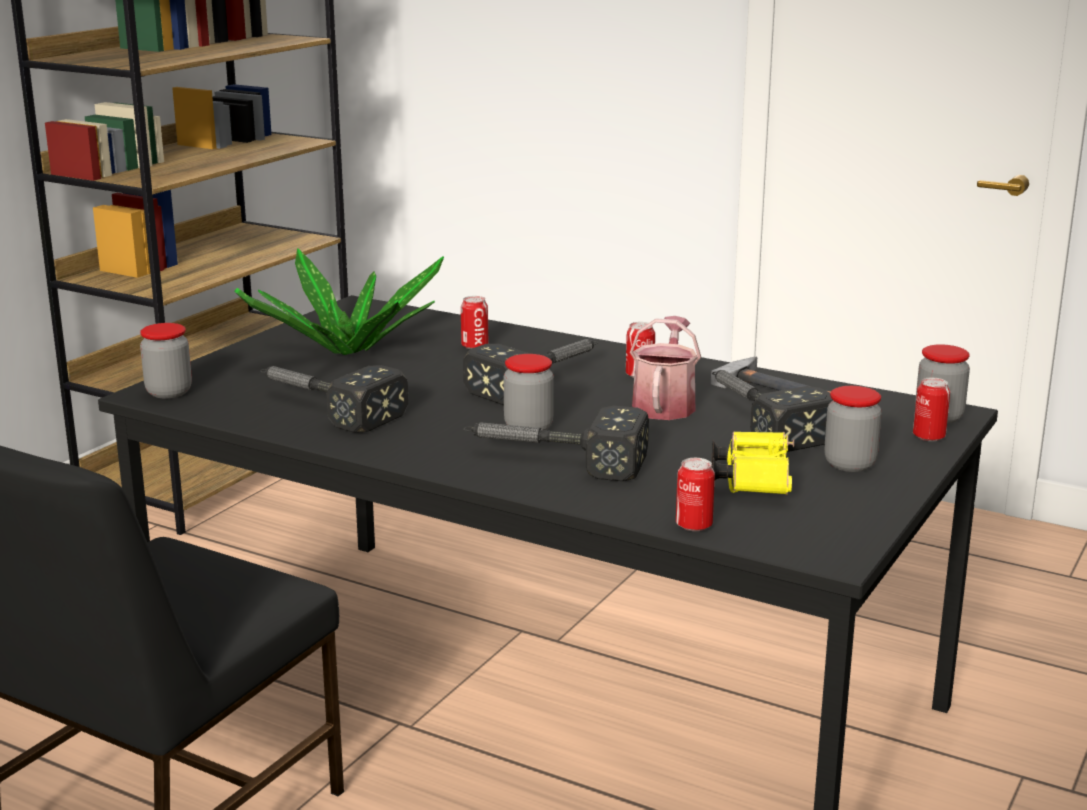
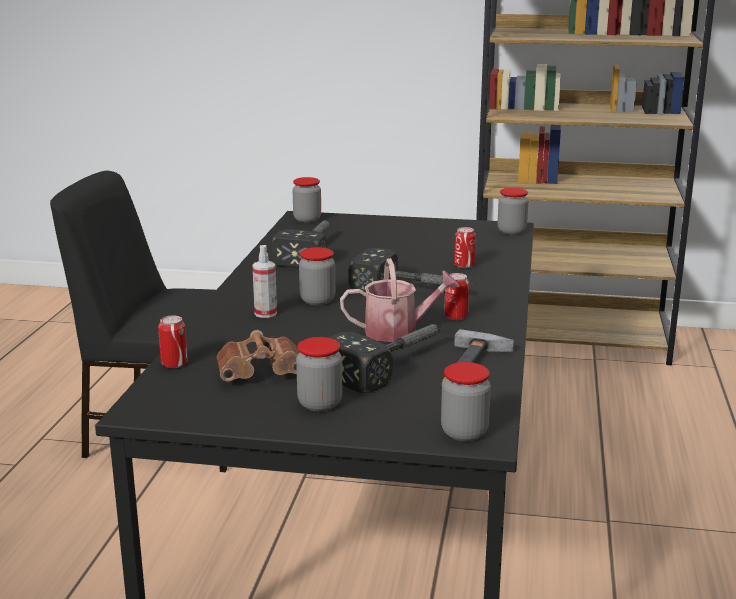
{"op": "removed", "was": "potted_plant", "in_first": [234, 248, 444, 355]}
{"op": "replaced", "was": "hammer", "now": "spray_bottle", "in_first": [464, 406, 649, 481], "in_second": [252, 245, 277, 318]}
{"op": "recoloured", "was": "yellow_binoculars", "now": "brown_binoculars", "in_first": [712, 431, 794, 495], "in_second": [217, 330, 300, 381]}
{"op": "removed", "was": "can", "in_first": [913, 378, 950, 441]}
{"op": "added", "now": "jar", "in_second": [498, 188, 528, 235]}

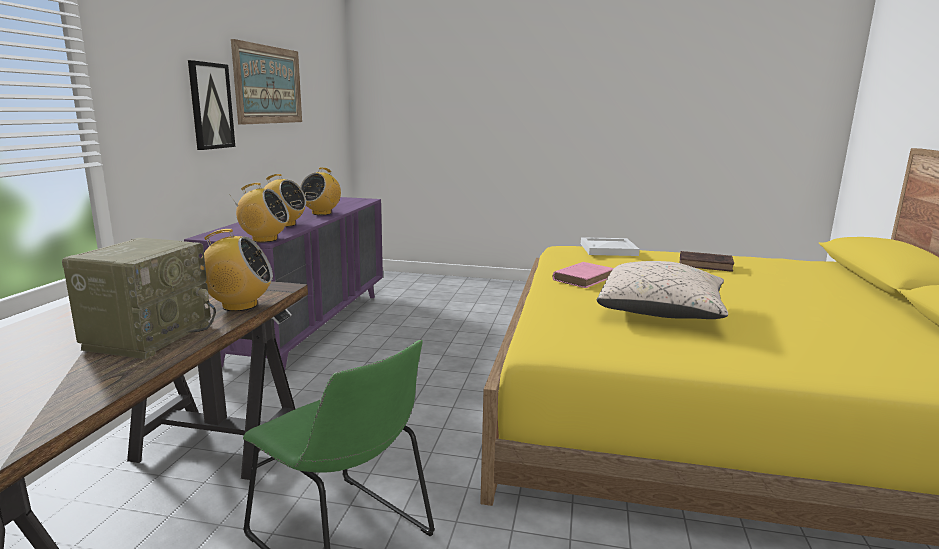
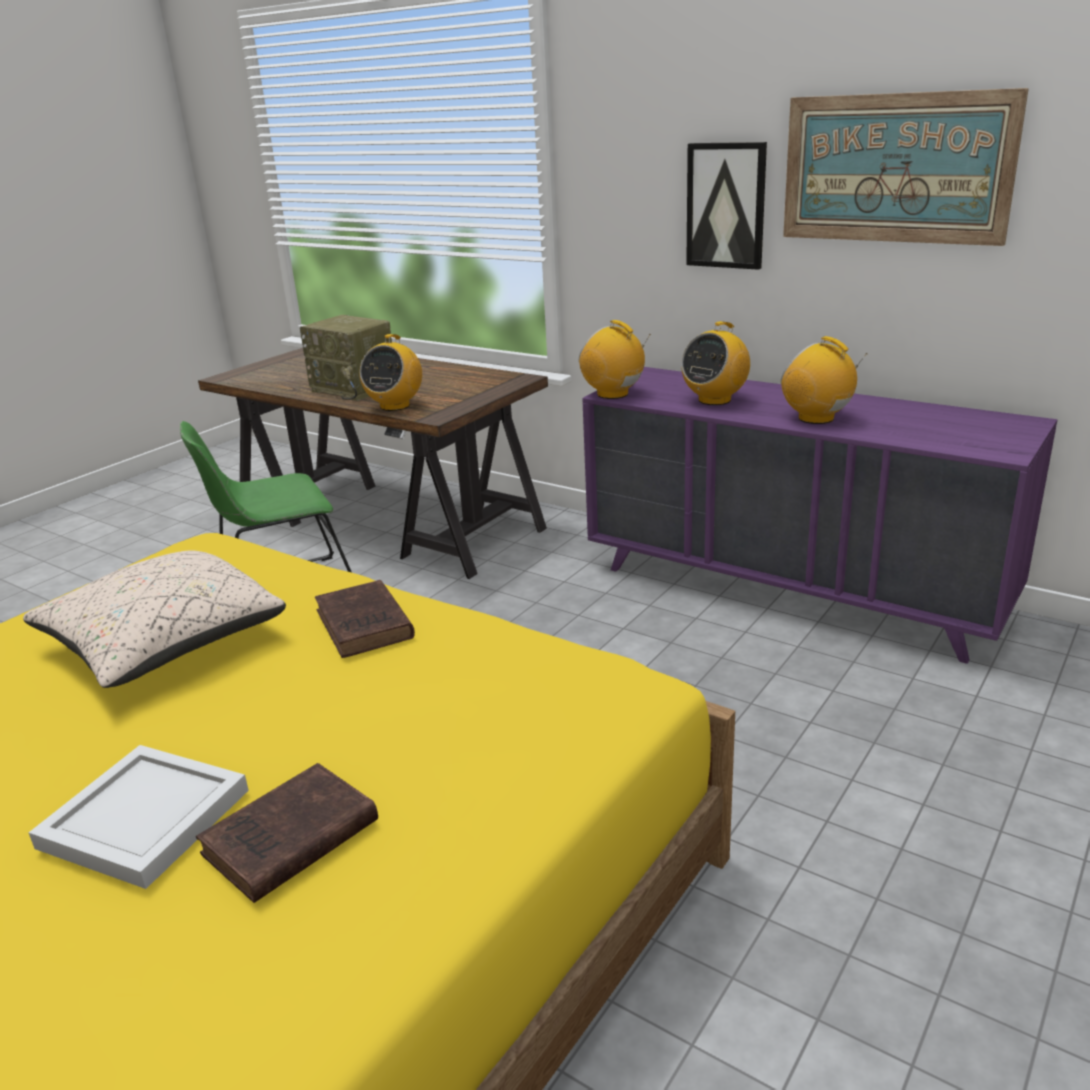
{"op": "turned", "was": "radio", "in_first": [231, 183, 289, 242], "in_second": [579, 320, 651, 399], "clockwise": 105}
{"op": "recoloured", "was": "pink_book", "now": "brown_book", "in_first": [553, 262, 614, 288], "in_second": [315, 580, 415, 658]}
{"op": "moved", "was": "white_tray", "in_first": [581, 237, 640, 256], "in_second": [29, 745, 249, 889]}

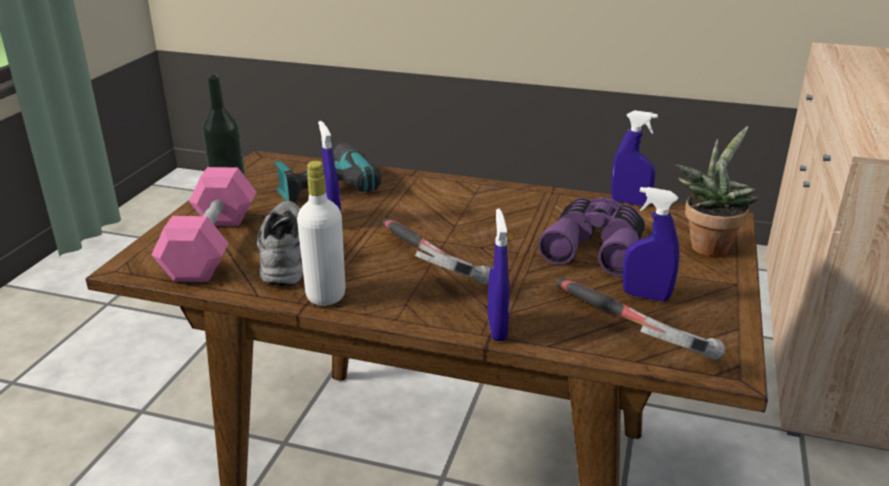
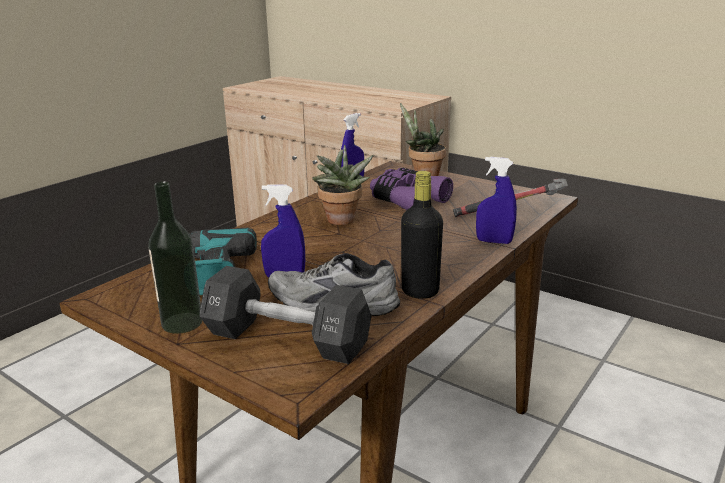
{"op": "recoloured", "was": "pink_dumbbell", "now": "black_dumbbell", "in_first": [151, 167, 256, 282], "in_second": [199, 266, 372, 364]}
{"op": "recoloured", "was": "white_bottle", "now": "black_bottle", "in_first": [297, 161, 345, 306], "in_second": [401, 171, 443, 299]}
{"op": "removed", "was": "hammer", "in_first": [382, 218, 491, 284]}
{"op": "removed", "was": "blue_spray_bottle", "in_first": [622, 187, 679, 302]}
{"op": "added", "now": "potted_plant", "in_second": [312, 145, 374, 225]}

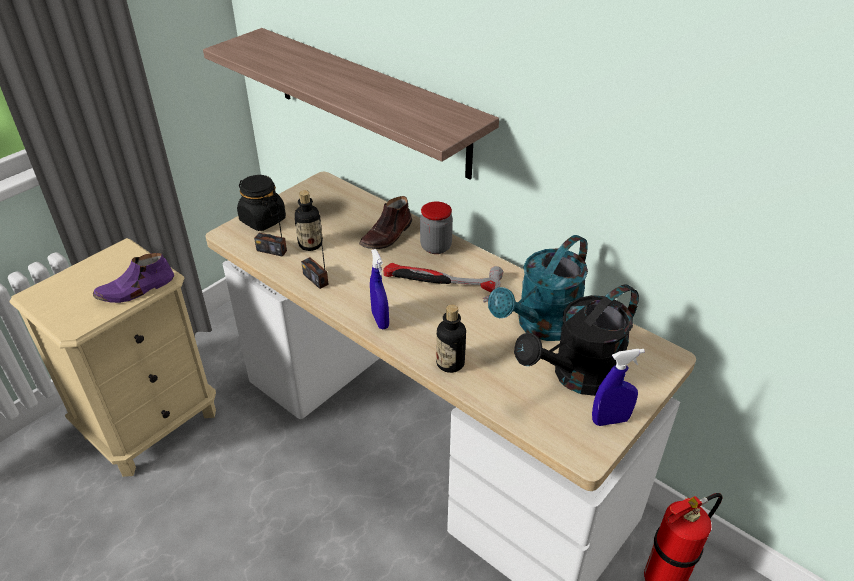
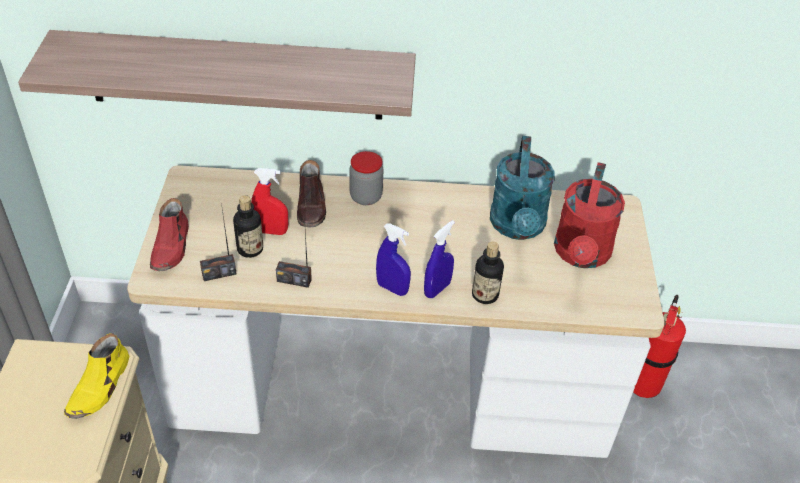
{"op": "recoloured", "was": "purple_shoe", "now": "yellow_shoe", "in_first": [93, 253, 174, 303], "in_second": [64, 333, 130, 419]}
{"op": "replaced", "was": "black_jar", "now": "red_shoe", "in_first": [237, 175, 286, 231], "in_second": [150, 198, 189, 271]}
{"op": "removed", "was": "hammer", "in_first": [383, 263, 503, 303]}
{"op": "recoloured", "was": "black_watering_can", "now": "red_watering_can", "in_first": [514, 284, 639, 396], "in_second": [554, 162, 625, 268]}
{"op": "moved", "was": "blue_spray_bottle", "in_first": [592, 349, 645, 426], "in_second": [424, 220, 455, 298]}
{"op": "added", "now": "red_spray_bottle", "in_second": [251, 168, 288, 235]}

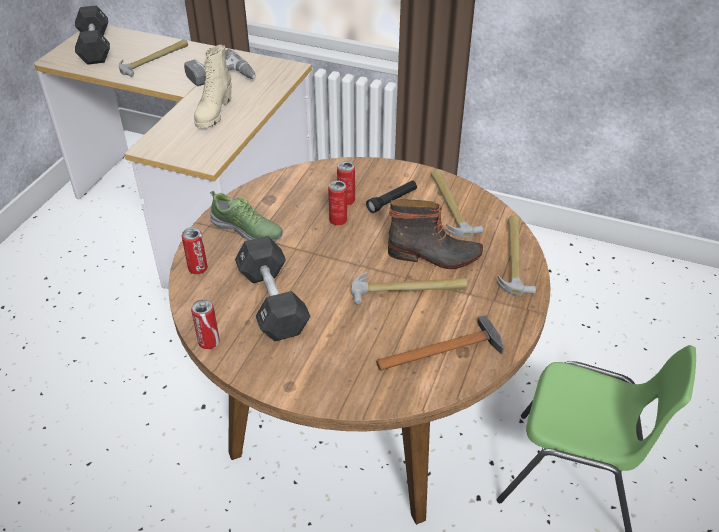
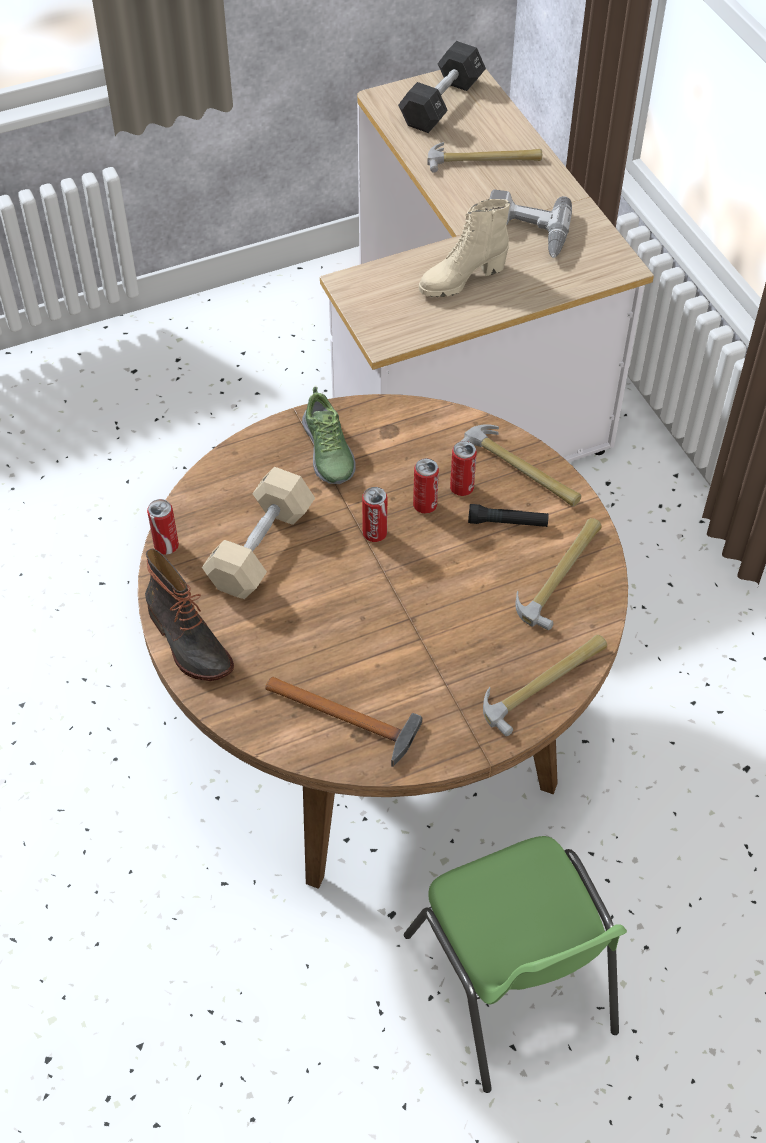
{"op": "moved", "was": "can", "in_first": [181, 227, 208, 274], "in_second": [362, 487, 387, 542]}
{"op": "recoloured", "was": "black_dumbbell", "now": "beige_dumbbell", "in_first": [235, 236, 311, 341], "in_second": [202, 467, 315, 599]}
{"op": "moved", "was": "hammer", "in_first": [351, 272, 468, 304], "in_second": [461, 424, 581, 506]}
{"op": "moved", "was": "boot", "in_first": [388, 199, 483, 269], "in_second": [145, 548, 234, 681]}

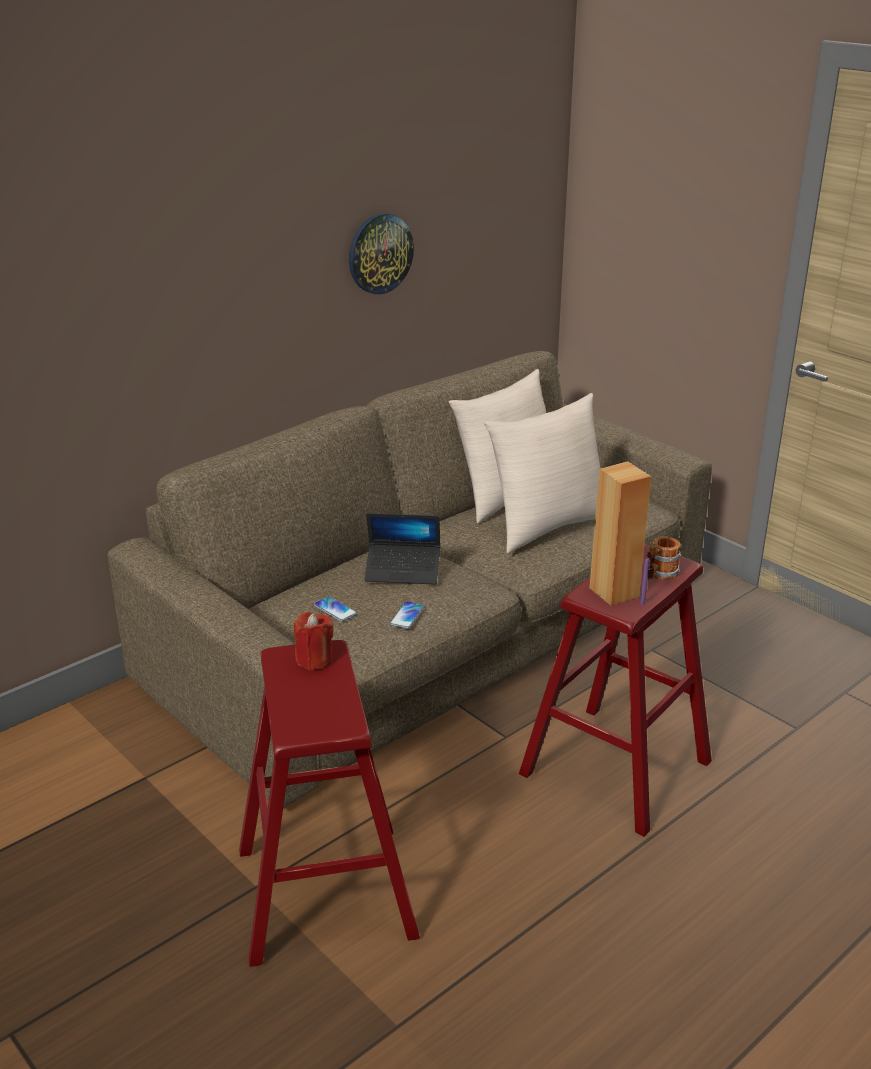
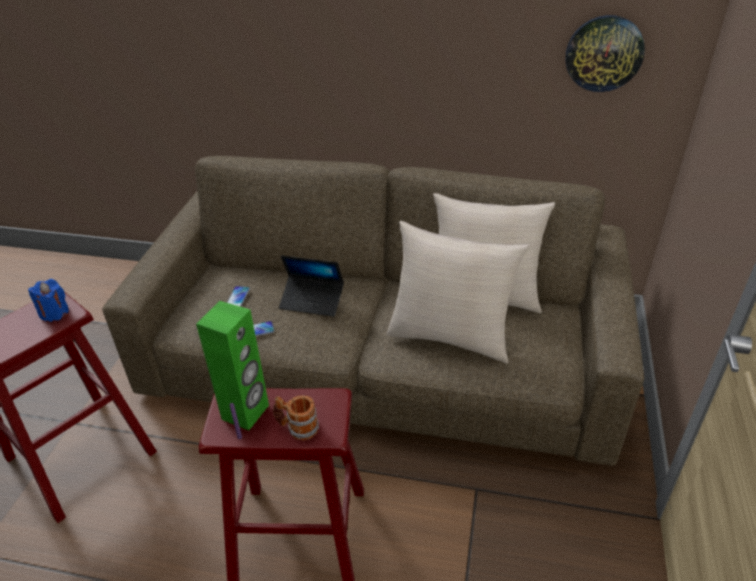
{"op": "recoloured", "was": "red_candle", "now": "blue_candle", "in_first": [294, 612, 333, 670], "in_second": [28, 279, 69, 322]}
{"op": "moved", "was": "wall_clock", "in_first": [349, 213, 414, 294], "in_second": [566, 15, 645, 92]}
{"op": "turned", "was": "laptop", "in_first": [365, 513, 441, 585], "in_second": [279, 255, 344, 317], "clockwise": -45}
{"op": "recoloured", "was": "brown_speaker", "now": "green_speaker", "in_first": [590, 461, 651, 606], "in_second": [196, 301, 269, 431]}

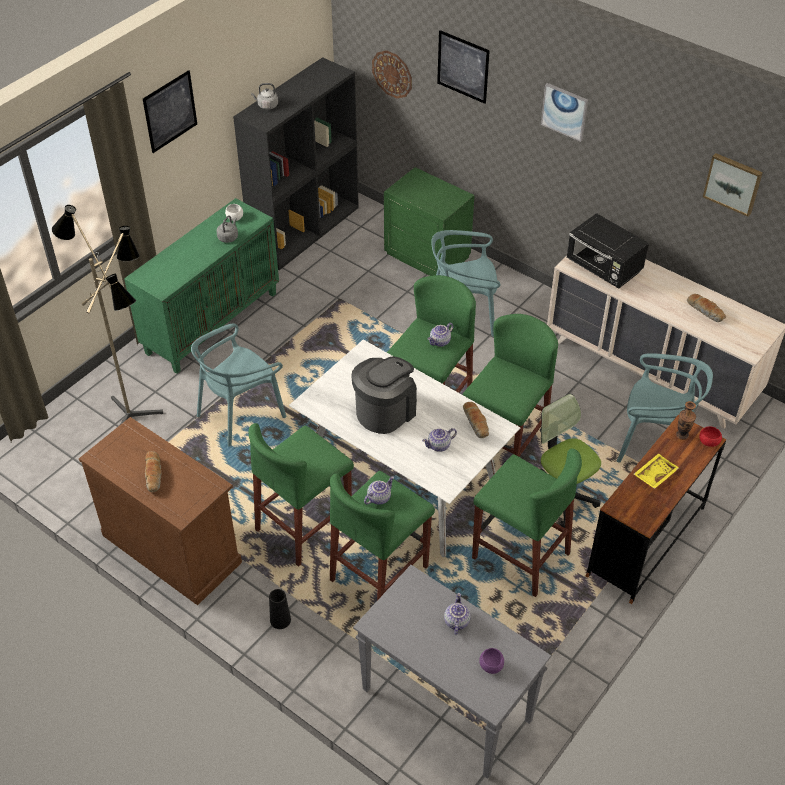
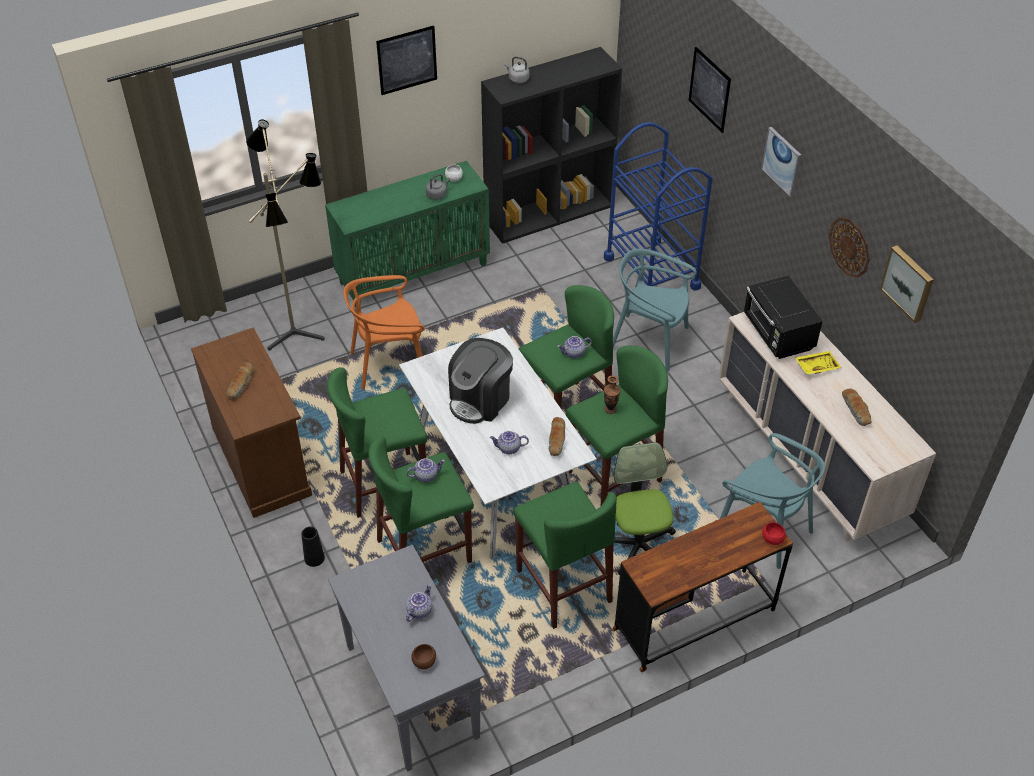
{"op": "recoloured", "was": "turquoise_chair", "now": "orange_chair", "in_first": [191, 324, 286, 446], "in_second": [343, 275, 425, 390]}
{"op": "turned", "was": "coffee_machine", "in_first": [351, 357, 417, 434], "in_second": [448, 338, 513, 424], "clockwise": 150}
{"op": "moved", "was": "wall_clock", "in_first": [372, 50, 412, 98], "in_second": [829, 217, 870, 278]}
{"op": "replaced", "was": "green_nightstand", "now": "blue_cart", "in_first": [384, 167, 475, 276], "in_second": [604, 122, 713, 291]}
{"op": "recoloured", "was": "purple_bowl", "now": "brown_bowl", "in_first": [479, 648, 504, 674], "in_second": [411, 644, 436, 669]}
{"op": "moved", "was": "yellow_tray", "in_first": [634, 453, 679, 489], "in_second": [795, 351, 842, 375]}
{"op": "moved", "was": "vase", "in_first": [676, 401, 696, 440], "in_second": [604, 375, 620, 414]}

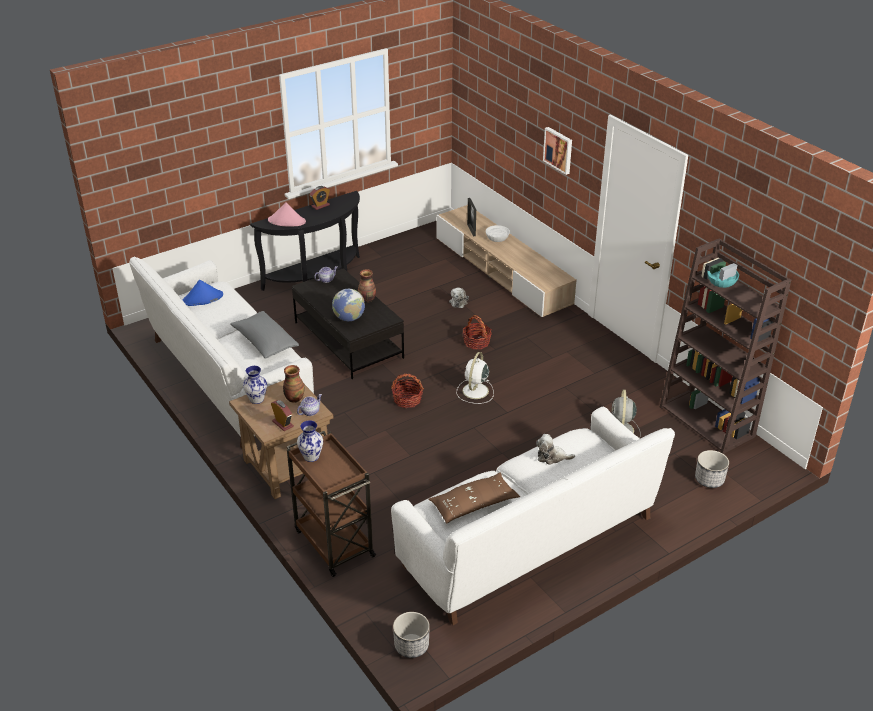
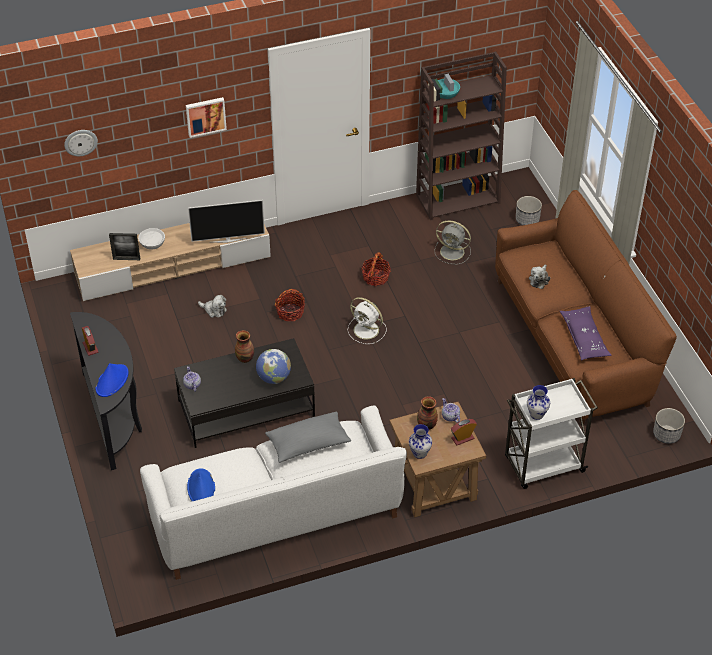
{"op": "recoloured", "was": "pink_hat", "now": "blue_hat", "in_first": [268, 202, 306, 227], "in_second": [95, 363, 129, 397]}
{"op": "recoloured", "was": "brown_cart", "now": "white_cart", "in_first": [287, 431, 376, 577], "in_second": [505, 378, 598, 489]}
{"op": "moved", "was": "basket", "in_first": [391, 373, 424, 408], "in_second": [361, 252, 391, 286]}
{"op": "recoloured", "was": "white_sofa", "now": "brown_sofa", "in_first": [391, 407, 675, 625], "in_second": [495, 190, 677, 424]}
{"op": "recoloured", "was": "brown_pillow", "now": "purple_pillow", "in_first": [428, 472, 520, 524], "in_second": [560, 306, 612, 361]}
{"op": "added", "now": "wall_clock", "in_second": [64, 130, 98, 156]}
{"op": "added", "now": "television", "in_second": [188, 200, 265, 243]}

